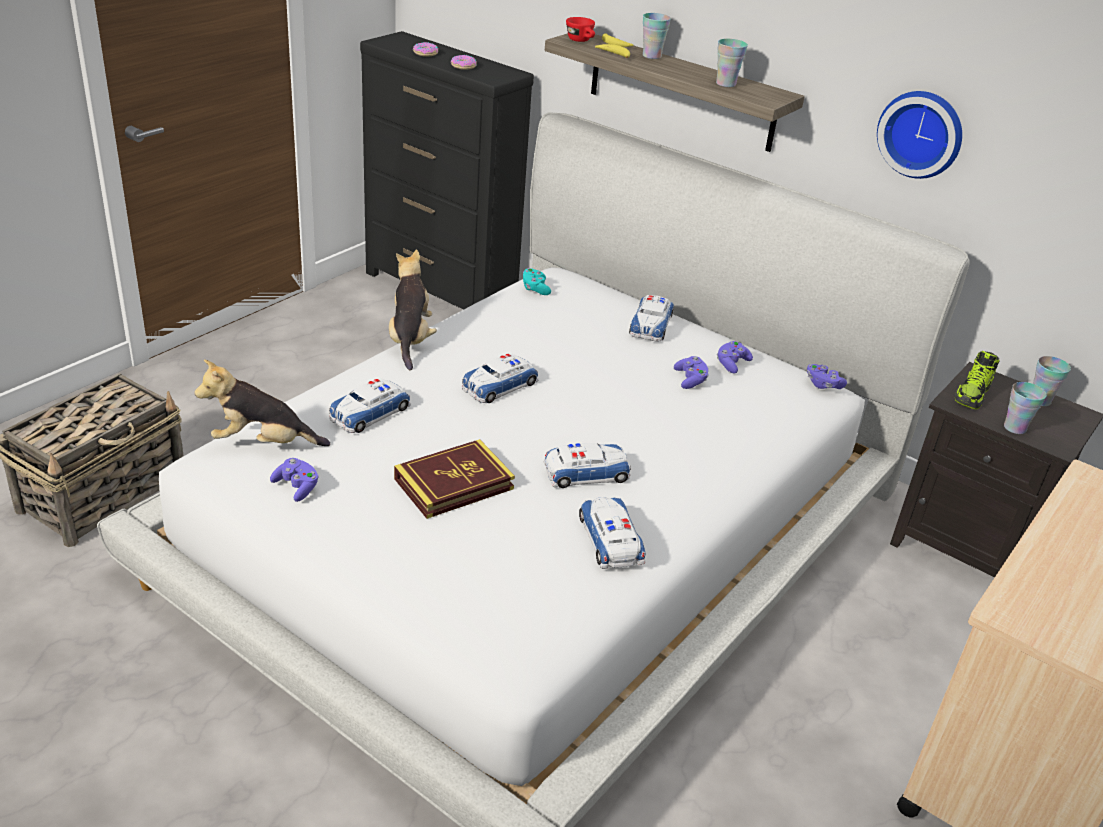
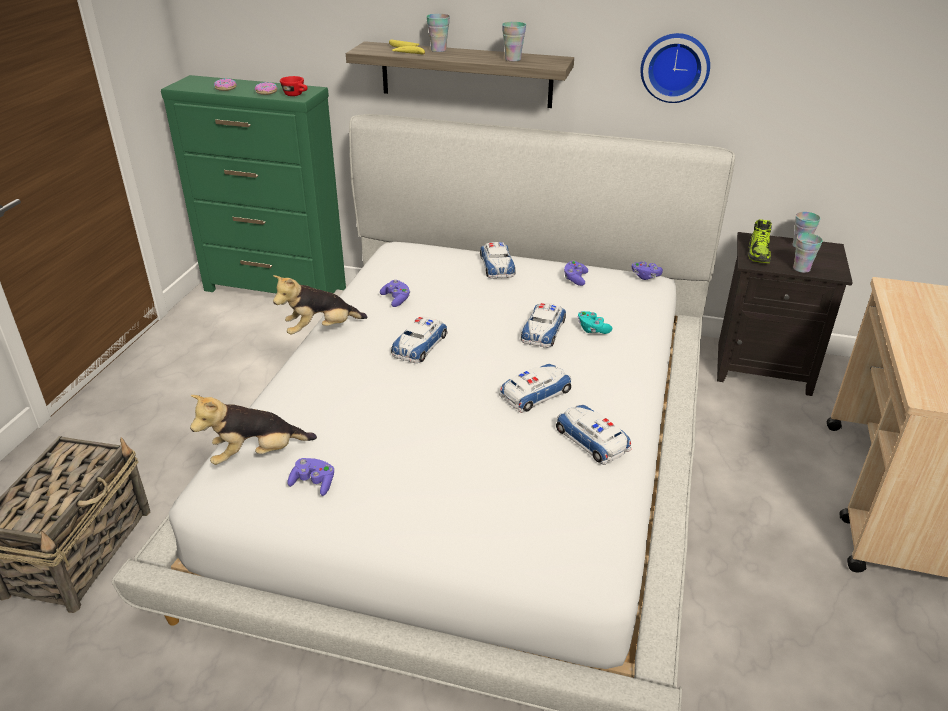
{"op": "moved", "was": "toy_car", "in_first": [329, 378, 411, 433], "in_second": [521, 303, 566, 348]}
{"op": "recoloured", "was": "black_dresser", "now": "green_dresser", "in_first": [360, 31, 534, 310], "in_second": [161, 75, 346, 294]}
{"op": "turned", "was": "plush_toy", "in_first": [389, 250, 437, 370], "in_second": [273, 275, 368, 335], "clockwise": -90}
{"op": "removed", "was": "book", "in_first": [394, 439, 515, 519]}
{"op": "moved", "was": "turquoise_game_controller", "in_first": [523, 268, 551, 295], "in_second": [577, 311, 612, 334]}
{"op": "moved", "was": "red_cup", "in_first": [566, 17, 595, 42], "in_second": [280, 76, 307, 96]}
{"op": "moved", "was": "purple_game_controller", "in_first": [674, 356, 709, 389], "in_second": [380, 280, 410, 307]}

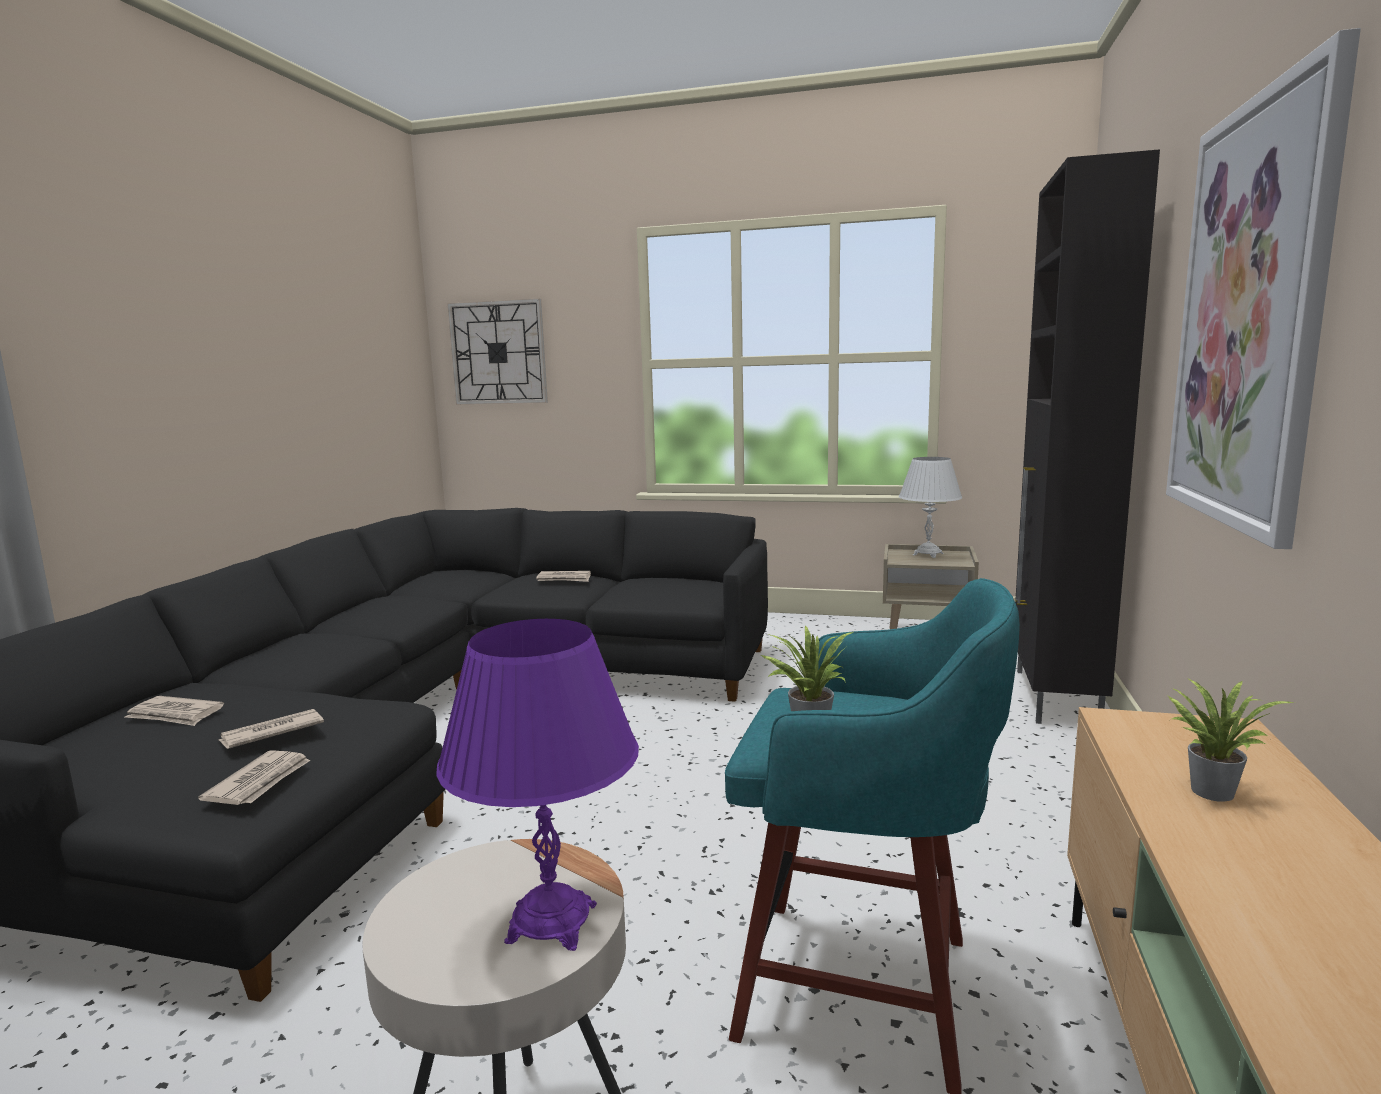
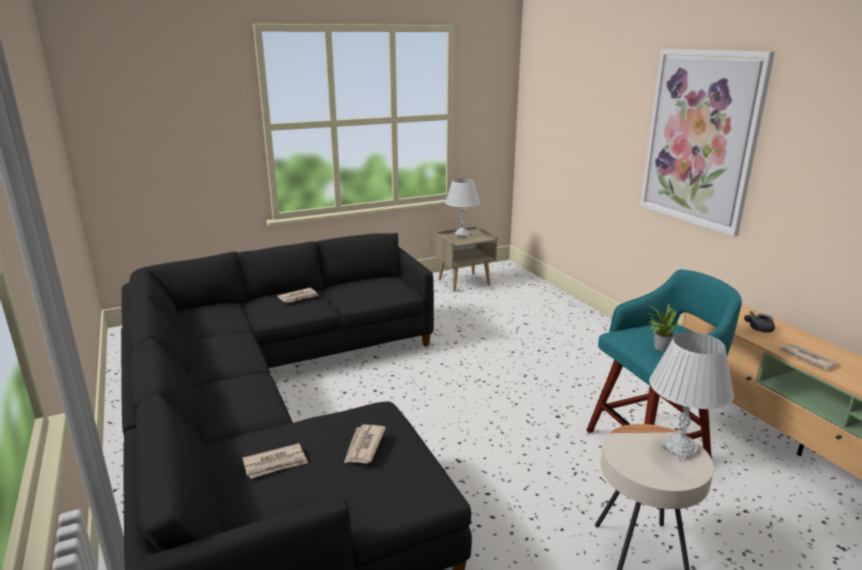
{"op": "moved", "was": "newspaper", "in_first": [198, 750, 310, 805], "in_second": [779, 343, 840, 370]}
{"op": "recoloured", "was": "purple_table_lamp", "now": "white_table_lamp", "in_first": [436, 619, 639, 951], "in_second": [649, 332, 734, 462]}
{"op": "removed", "was": "wall_clock", "in_first": [447, 299, 548, 404]}
{"op": "removed", "was": "black_cabinet", "in_first": [1015, 149, 1160, 724]}
{"op": "replaced", "was": "potted_plant", "now": "grey_teapot", "in_first": [1168, 679, 1295, 802], "in_second": [744, 311, 775, 332]}

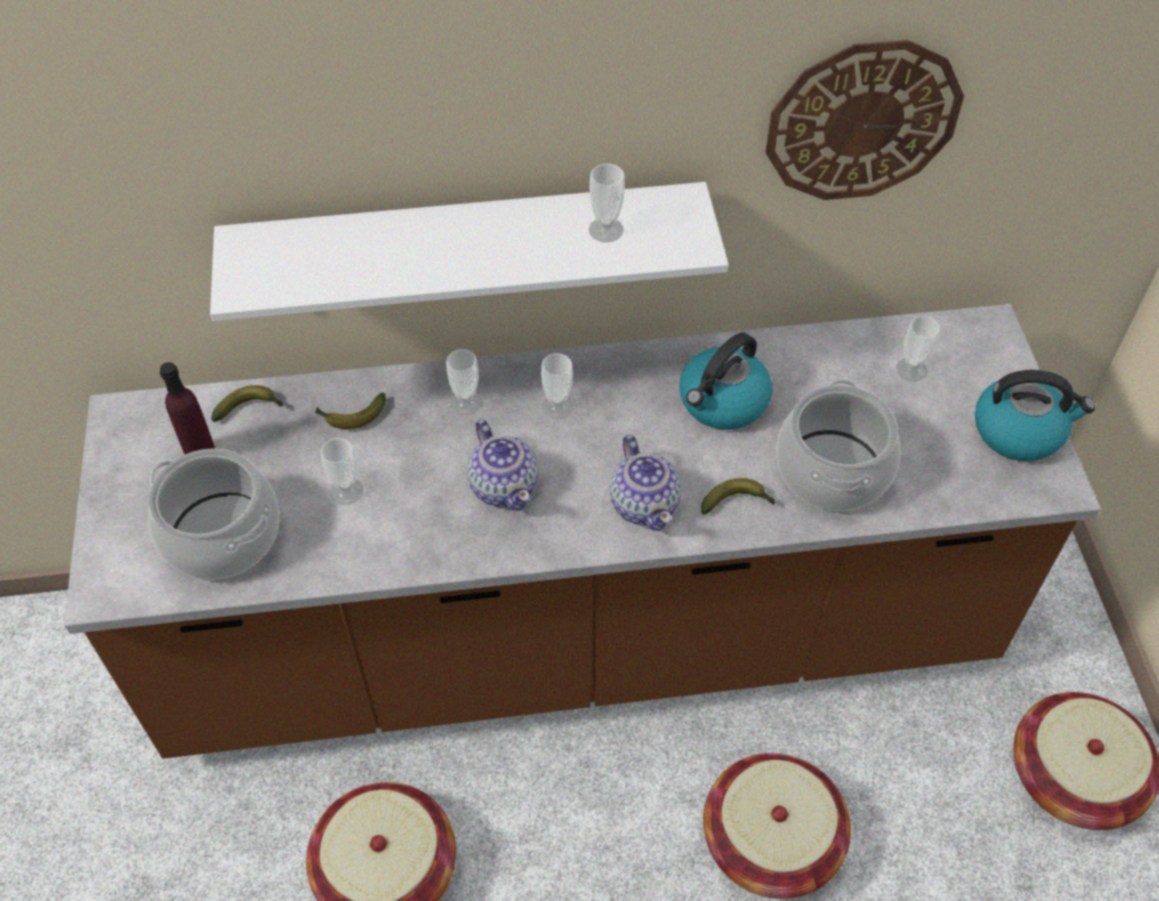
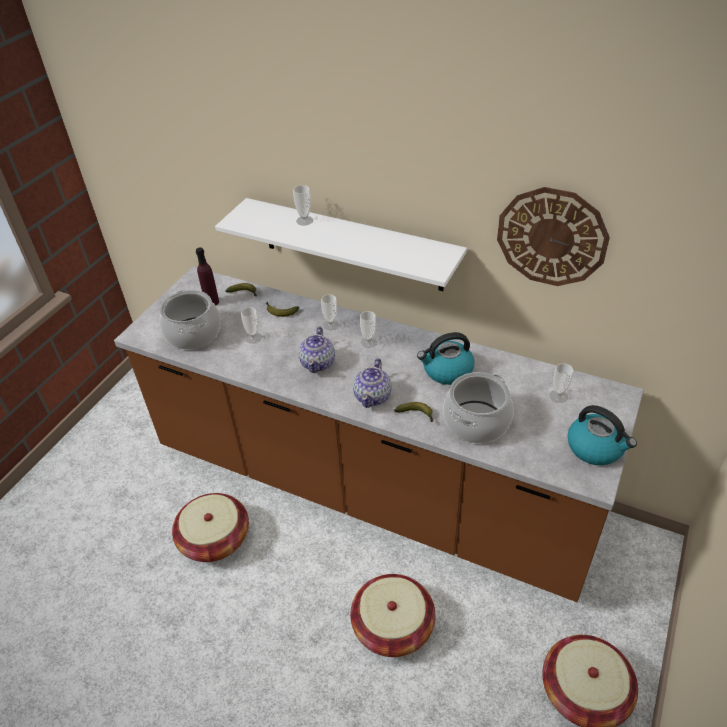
{"op": "moved", "was": "cup", "in_first": [589, 164, 625, 242], "in_second": [293, 185, 313, 225]}

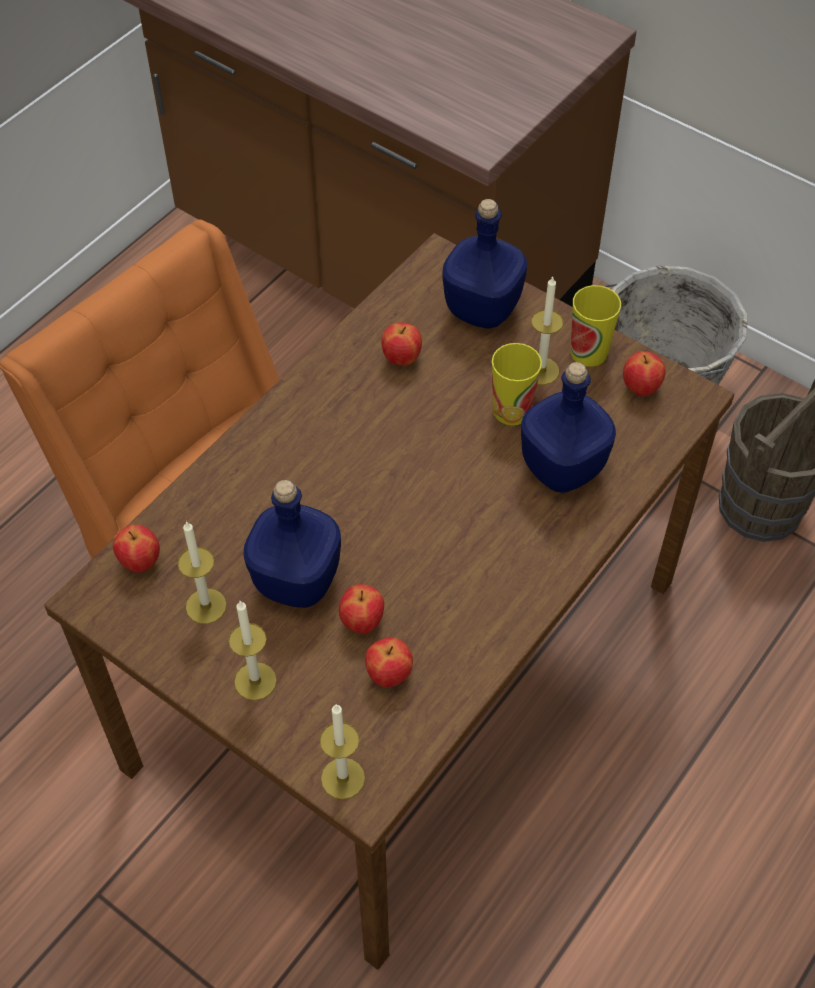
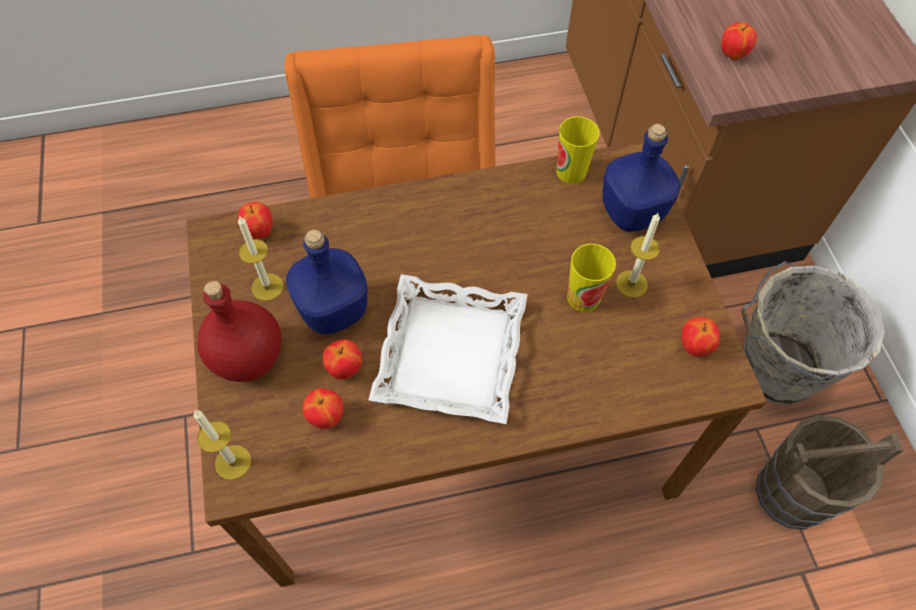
{"op": "replaced", "was": "candle", "now": "red_bottle", "in_first": [229, 601, 277, 701], "in_second": [197, 281, 282, 382]}
{"op": "moved", "was": "apple", "in_first": [381, 322, 422, 365], "in_second": [721, 22, 757, 60]}
{"op": "removed", "was": "blue_bottle", "in_first": [521, 362, 616, 493]}
{"op": "moved", "was": "cup", "in_first": [571, 285, 621, 367], "in_second": [556, 116, 600, 184]}
{"op": "added", "now": "white_tray", "in_second": [369, 274, 528, 424]}

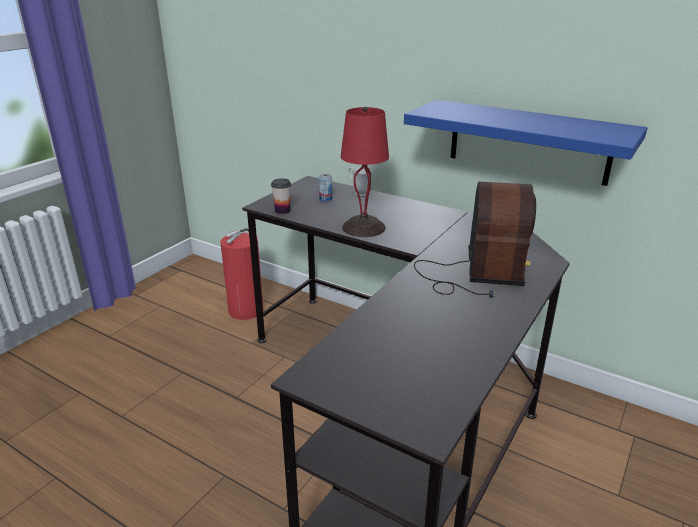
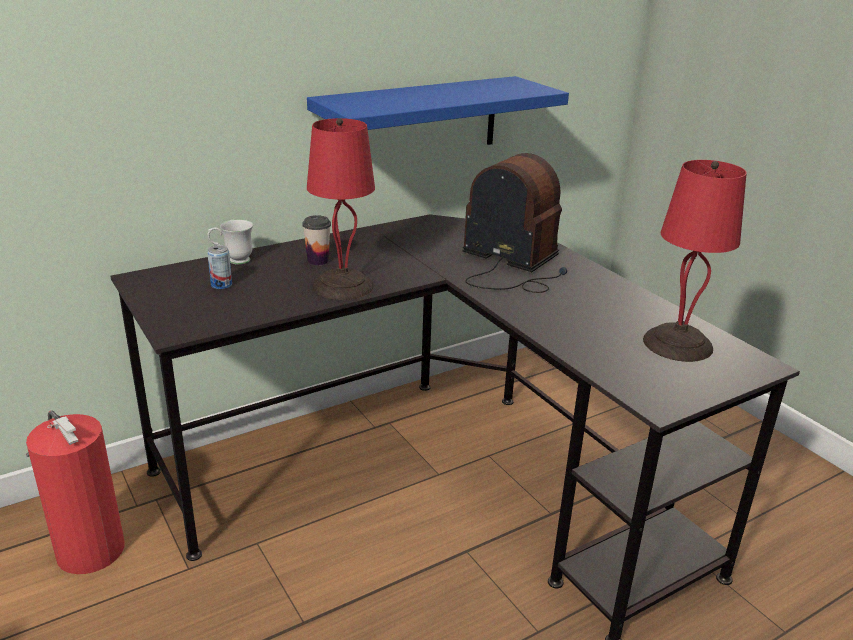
{"op": "moved", "was": "cup", "in_first": [271, 178, 291, 214], "in_second": [302, 215, 331, 265]}
{"op": "added", "now": "red_table_lamp", "in_second": [643, 160, 747, 362]}

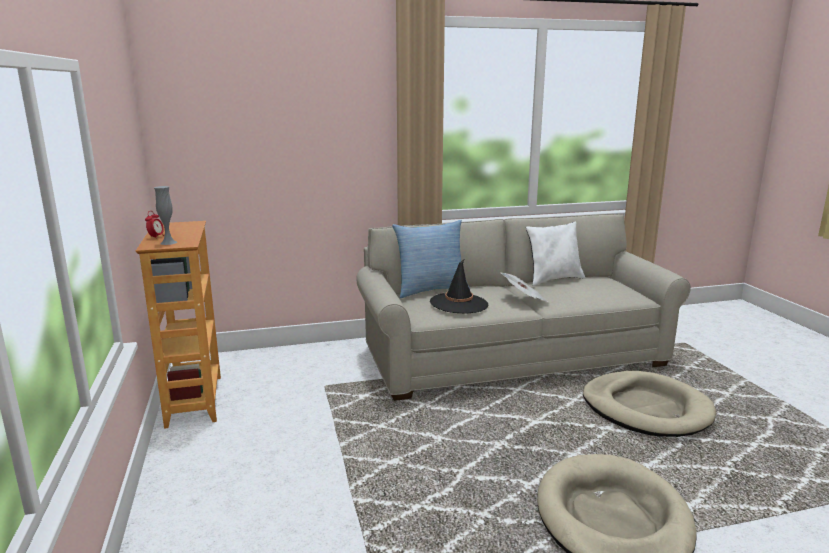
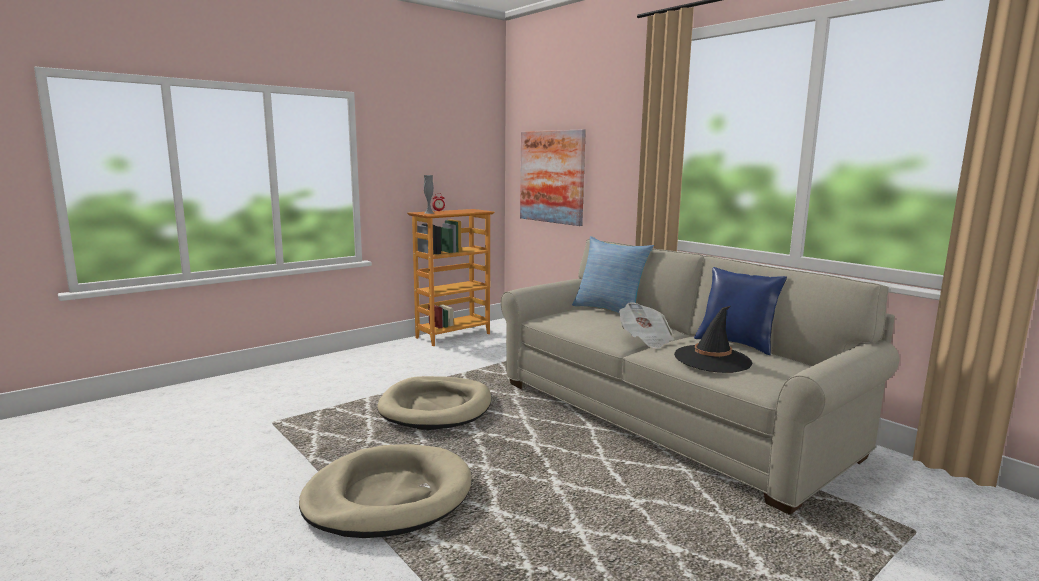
{"op": "moved", "was": "black_hat", "in_first": [430, 260, 488, 314], "in_second": [674, 306, 753, 373]}
{"op": "recoloured", "was": "white_pillow", "now": "blue_pillow", "in_first": [526, 222, 585, 286], "in_second": [694, 267, 787, 355]}
{"op": "moved", "was": "beige_dog_bed", "in_first": [583, 371, 716, 437], "in_second": [377, 376, 491, 430]}
{"op": "added", "now": "picture", "in_second": [520, 129, 586, 226]}

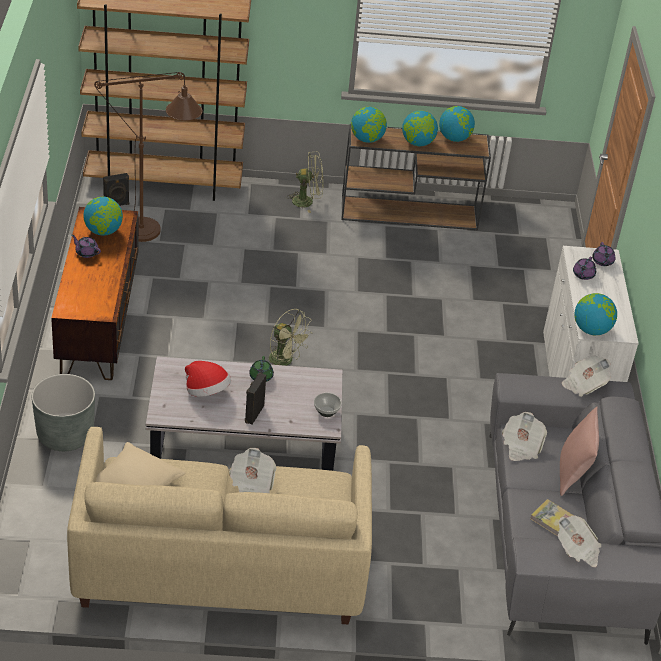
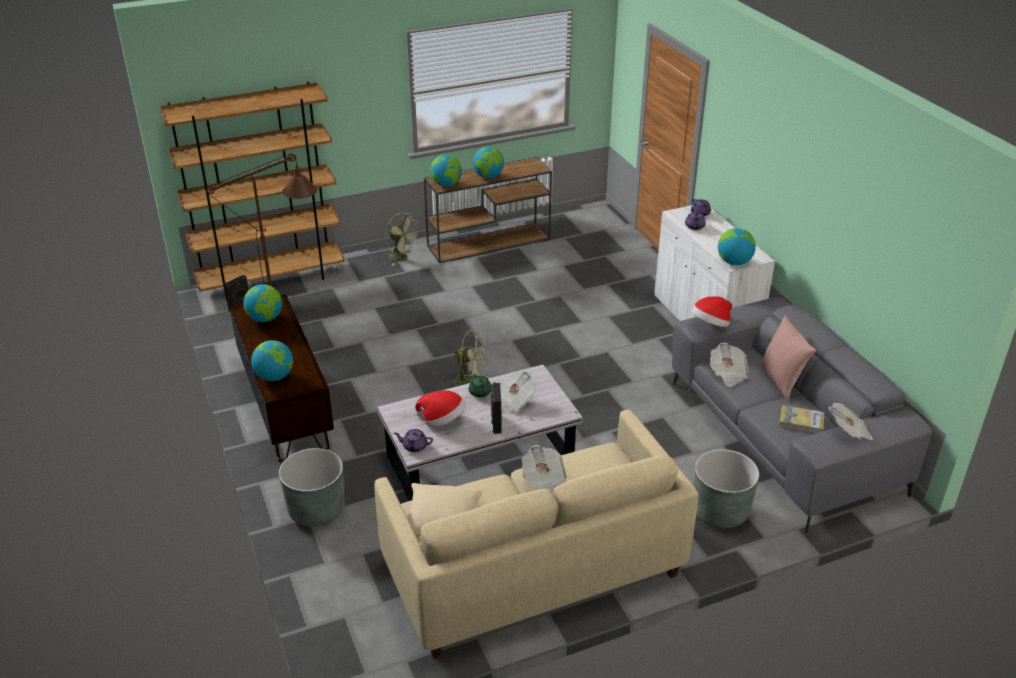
{"op": "moved", "was": "purple_teapot", "in_first": [72, 235, 101, 258], "in_second": [394, 429, 433, 452]}
{"op": "turned", "was": "green_fan", "in_first": [286, 152, 324, 213], "in_second": [385, 212, 420, 266], "clockwise": 60}
{"op": "removed", "was": "bowl", "in_first": [314, 393, 342, 417]}
{"op": "moved", "was": "globe", "in_first": [439, 106, 475, 142], "in_second": [251, 340, 293, 381]}
{"op": "moved", "was": "newspaper", "in_first": [562, 355, 611, 397], "in_second": [500, 371, 536, 413]}
{"op": "added", "now": "hat", "in_second": [691, 296, 732, 327]}
{"op": "added", "now": "grey_planter", "in_second": [694, 449, 759, 528]}

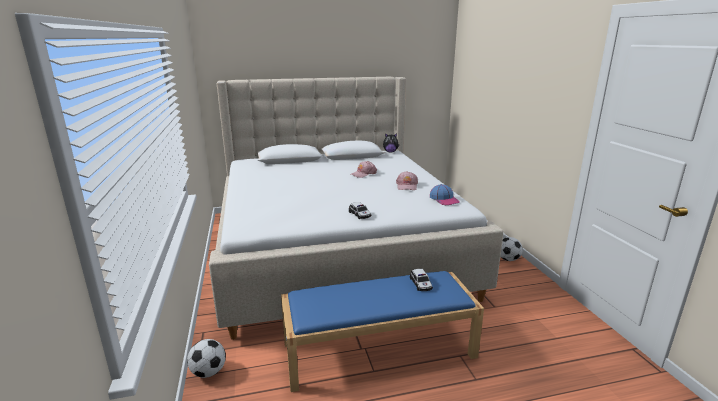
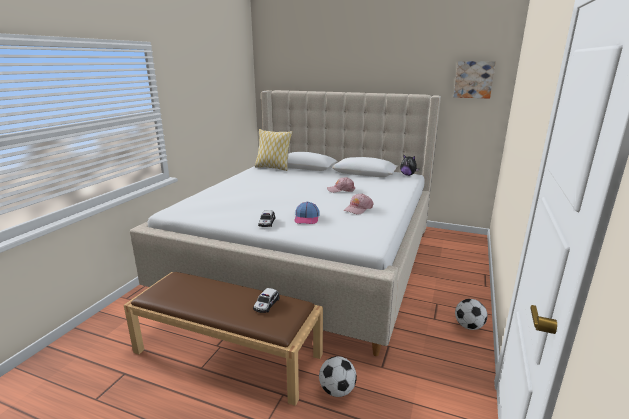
{"op": "moved", "was": "football", "in_first": [187, 339, 226, 378], "in_second": [319, 356, 357, 397]}
{"op": "recoloured", "was": "blue_bench", "now": "brown_bench", "in_first": [281, 271, 484, 392], "in_second": [124, 272, 323, 406]}
{"op": "moved", "was": "cap", "in_first": [430, 184, 460, 205], "in_second": [295, 201, 320, 224]}
{"op": "added", "now": "pillow", "in_second": [255, 129, 293, 171]}
{"op": "added", "now": "picture", "in_second": [453, 61, 496, 99]}

